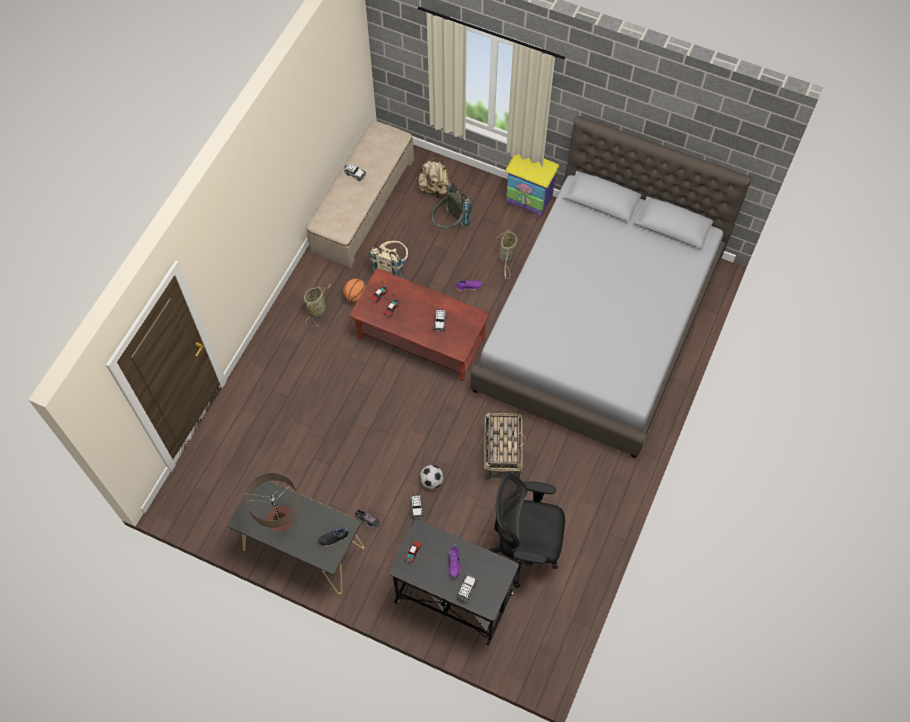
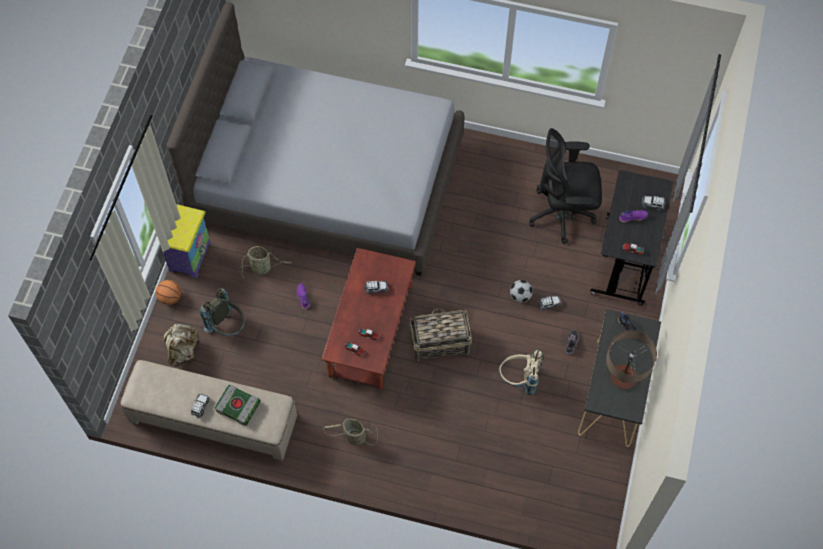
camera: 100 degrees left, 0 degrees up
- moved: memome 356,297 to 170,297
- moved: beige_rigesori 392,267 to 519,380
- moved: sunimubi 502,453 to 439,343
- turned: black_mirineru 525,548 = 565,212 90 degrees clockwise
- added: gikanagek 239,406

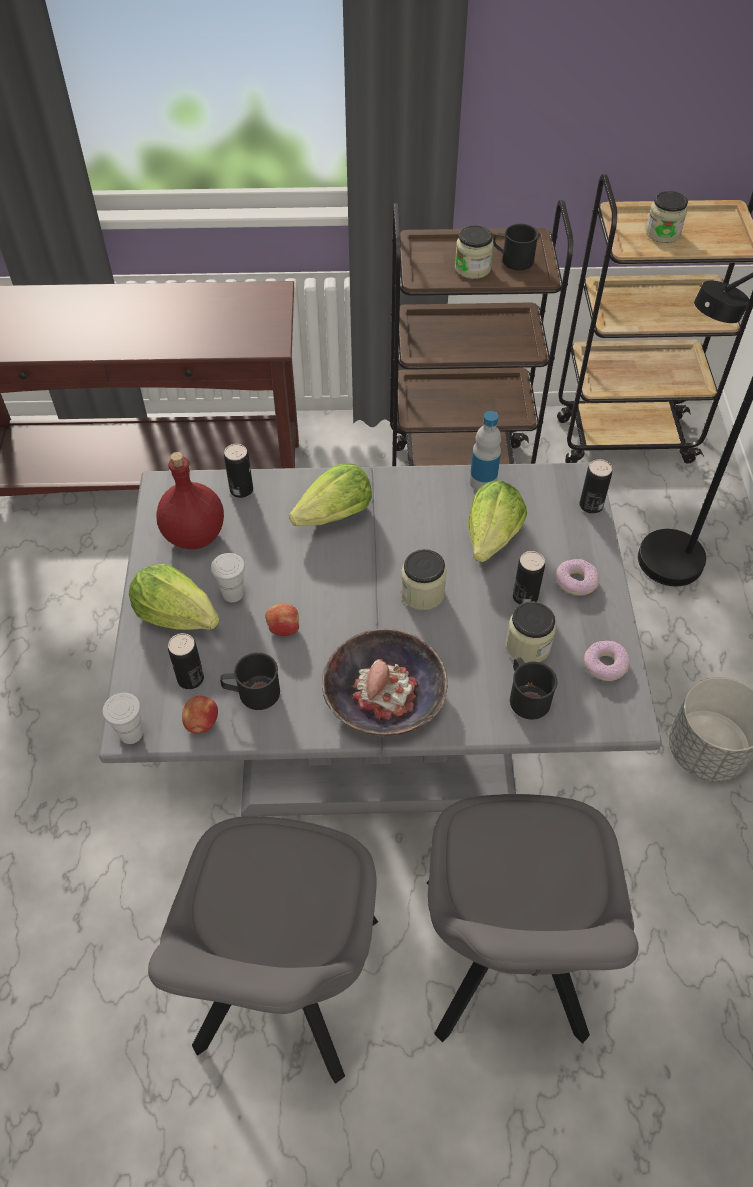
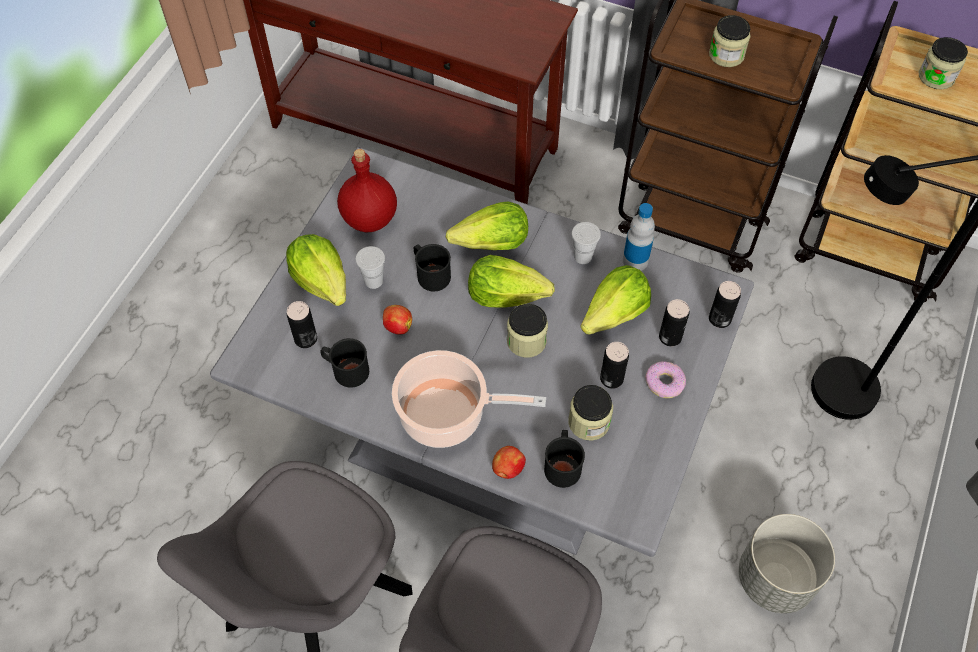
camera: 25 degrees right, 5 degrees up
- moved: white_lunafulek 131,734 to 583,256
- moved: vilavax 201,723 to 507,469
- moved: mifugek 241,490 to 670,337
- replaced: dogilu 385,695 to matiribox 448,415
- moved: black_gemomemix 512,259 to 430,274
- removed: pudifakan 605,665
- added: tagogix 506,294

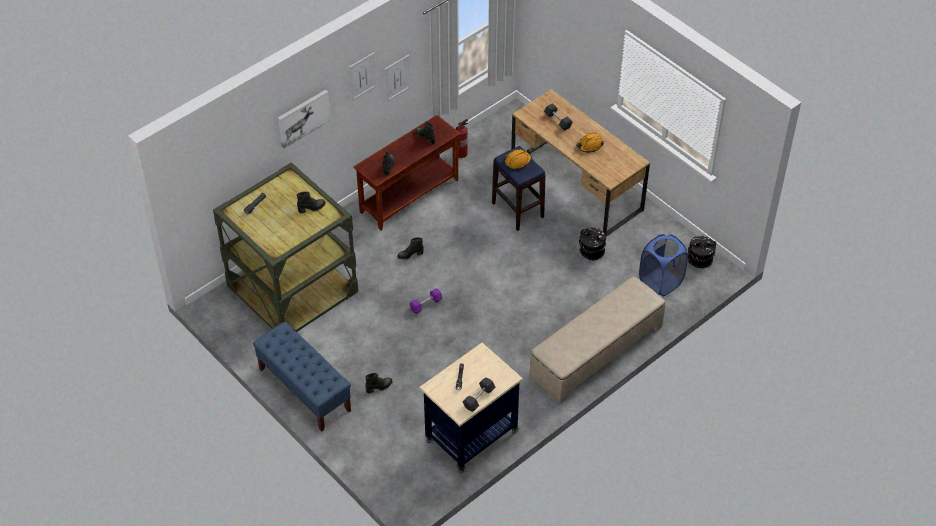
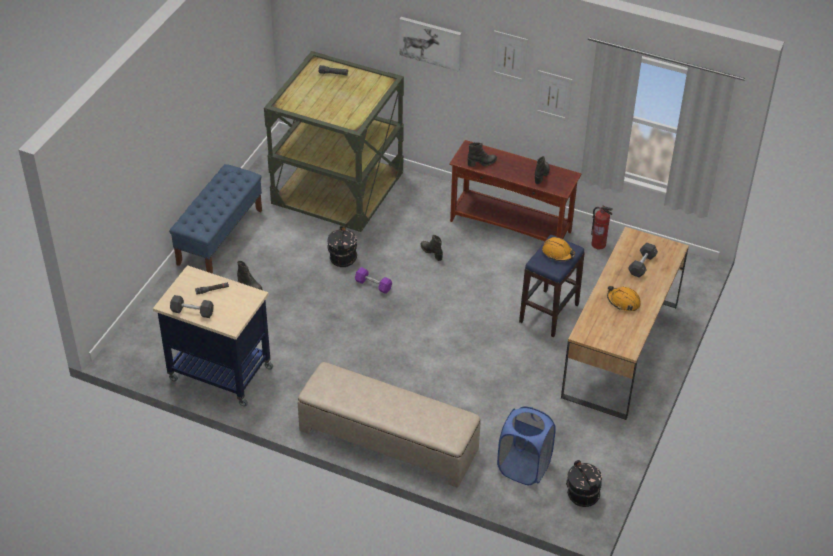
camera: 65 degrees right, 5 degrees down
- removed: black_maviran 312,208
- moved: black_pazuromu 591,252 to 342,258

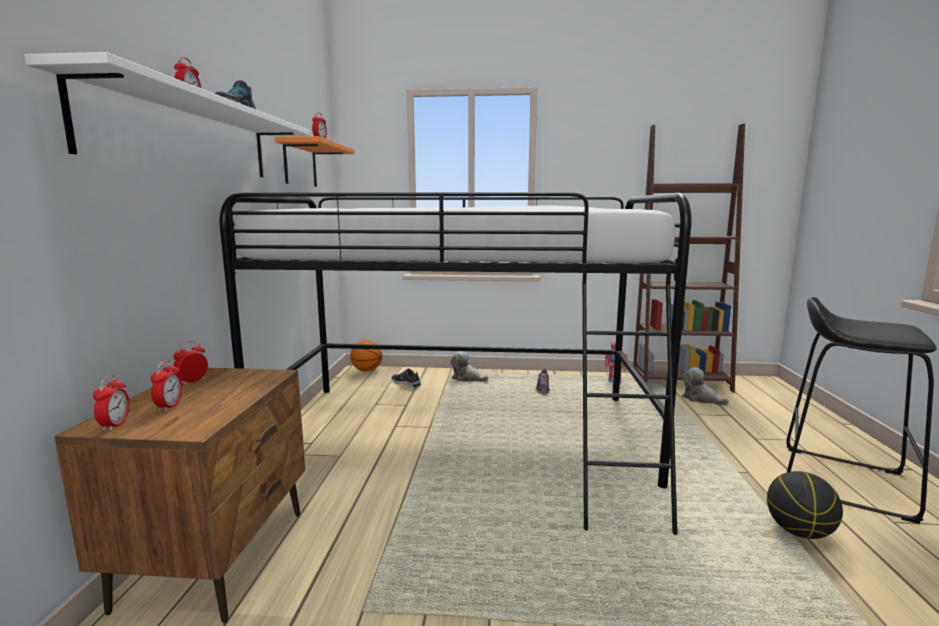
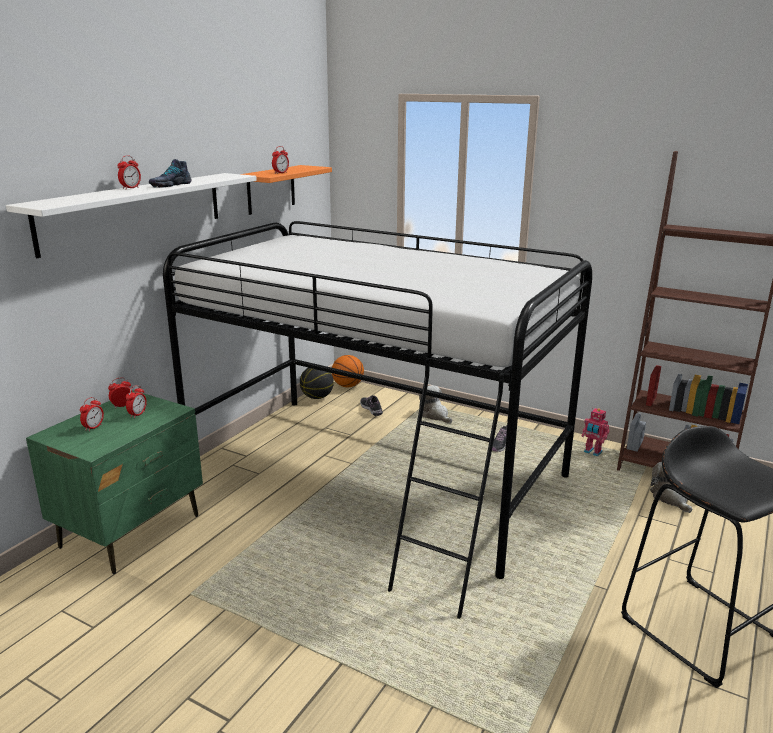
camera: 25 degrees right, 10 degrees up
- recoloured: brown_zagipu 218,557 to green_zagipu 132,531
- moved: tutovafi 115,425 to 137,414
- moved: memome 799,532 to 317,397

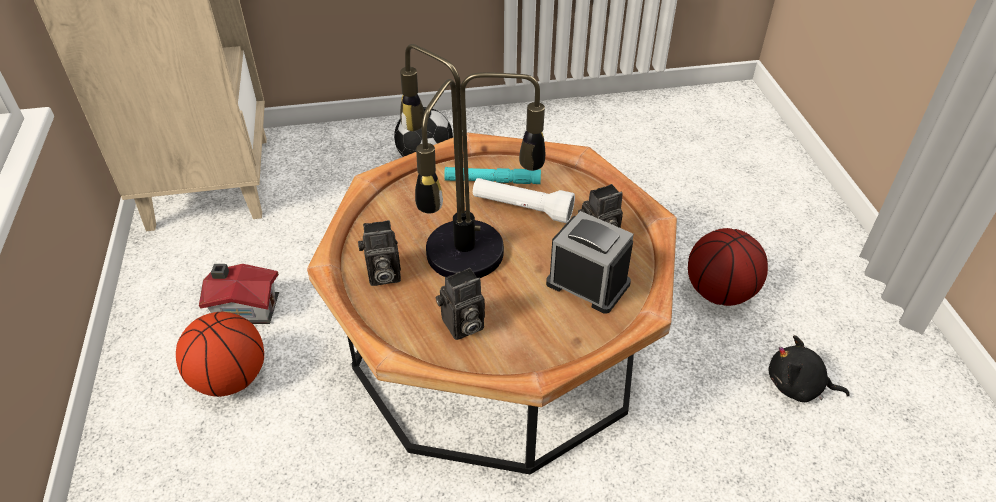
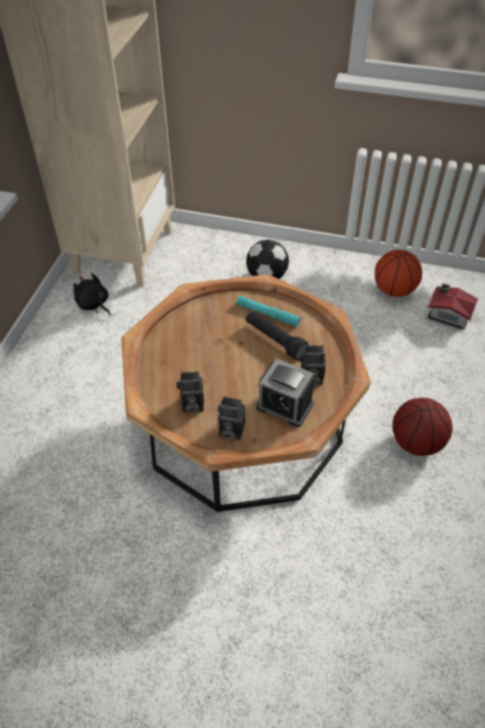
camera: 25 degrees right, 5 degrees up
- moved: memome 230,379 to 394,290
- moved: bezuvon 245,307 to 448,315
- moved: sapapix 382,275 to 230,430
- removed: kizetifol 463,253
- recoloured: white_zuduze 522,209 to black_zuduze 274,340
- turned: tutovafi 588,283 = 284,405 150 degrees clockwise
- moved: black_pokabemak 798,386 to 94,304

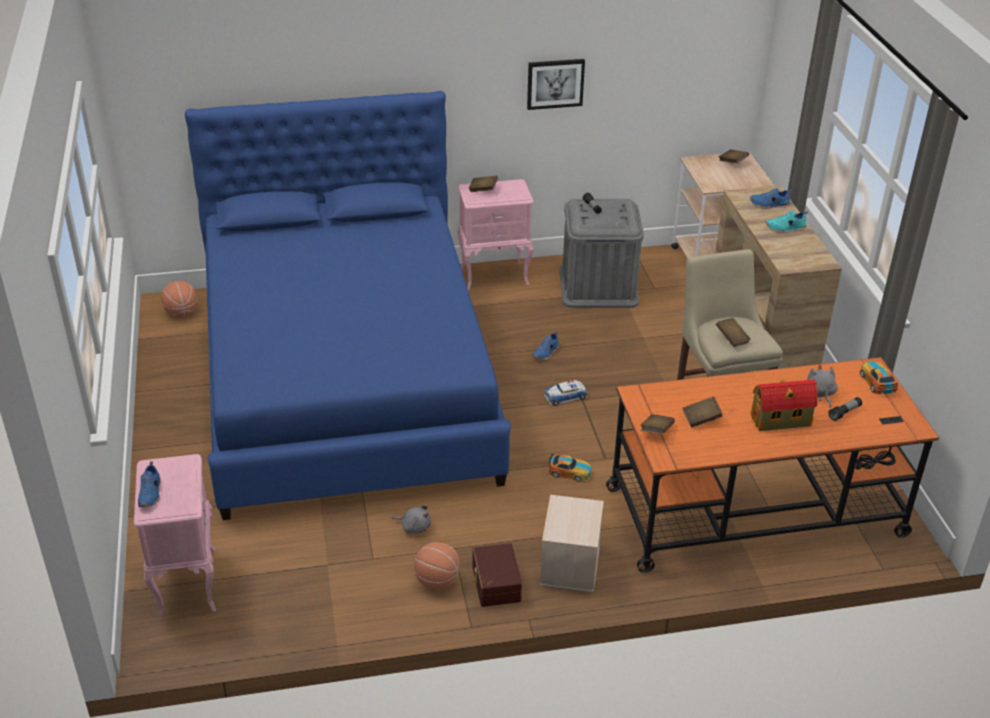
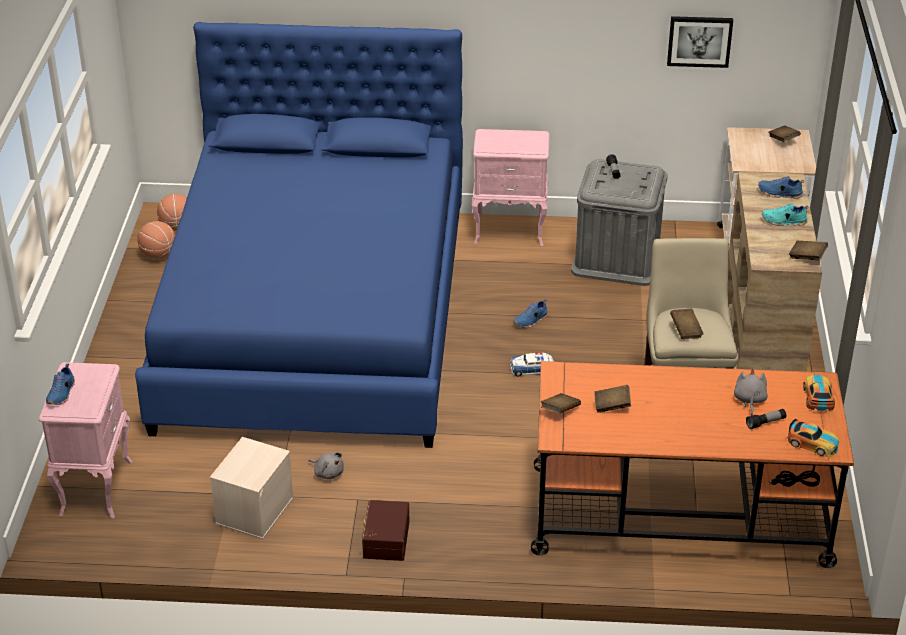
camera: 15 degrees right, 0 degrees up
- moved: memome 437,580 to 158,255
- moved: brown_gikanagek 483,190 to 807,257
- moved: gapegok 555,83 to 699,41
- moved: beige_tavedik 569,564 to 254,510
- moved: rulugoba 569,472 to 812,443
- removed: bezuvon 782,420

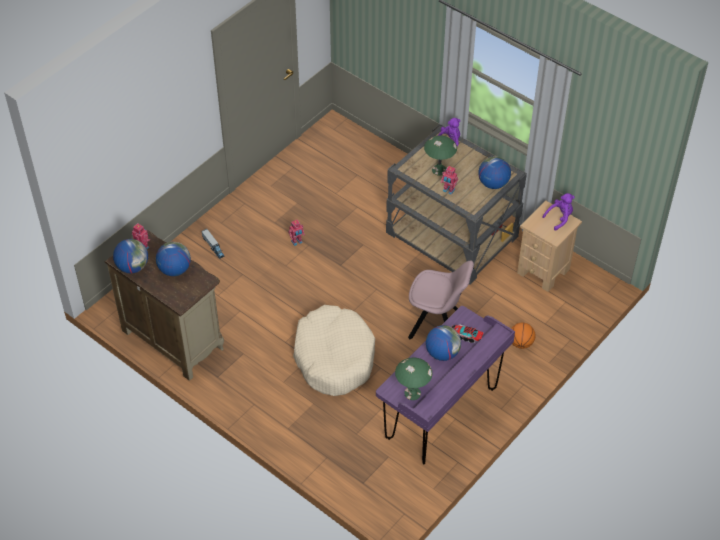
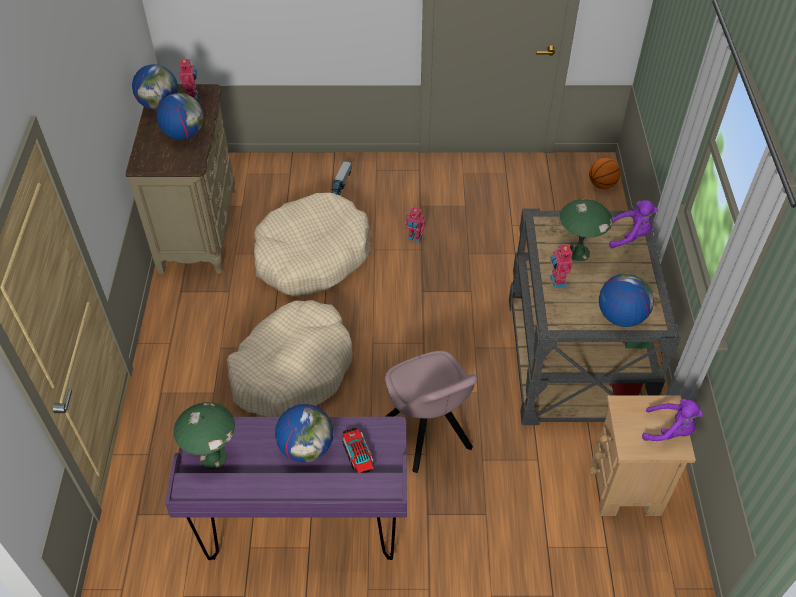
camera: 50 degrees right, 0 degrees up
- moved: memome 521,343 to 602,184
- added: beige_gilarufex 312,256

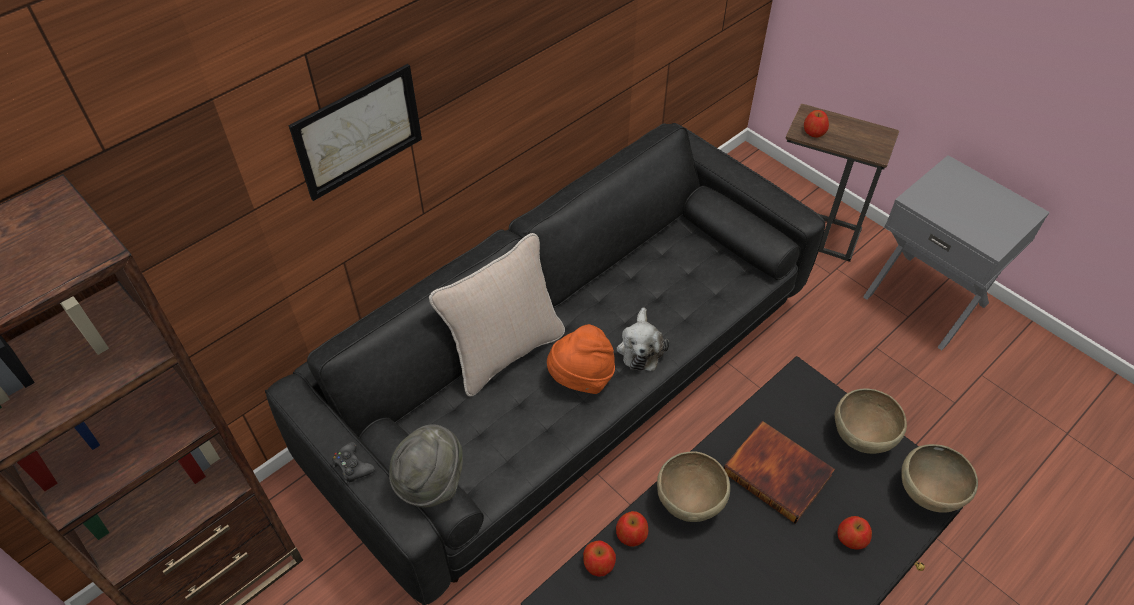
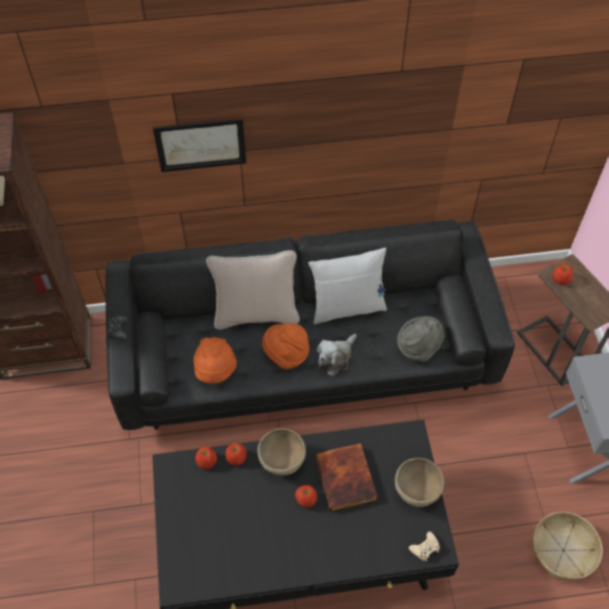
camera: 35 degrees right, 5 degrees up
- moved: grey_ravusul 430,481 to 418,347
- moved: vilavax 851,538 to 306,499
- replaced: brown_dogilu 928,494 to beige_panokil 425,548
- added: orange_ravusul 215,372
- added: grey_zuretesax 347,308
- added: sunimubi 563,550

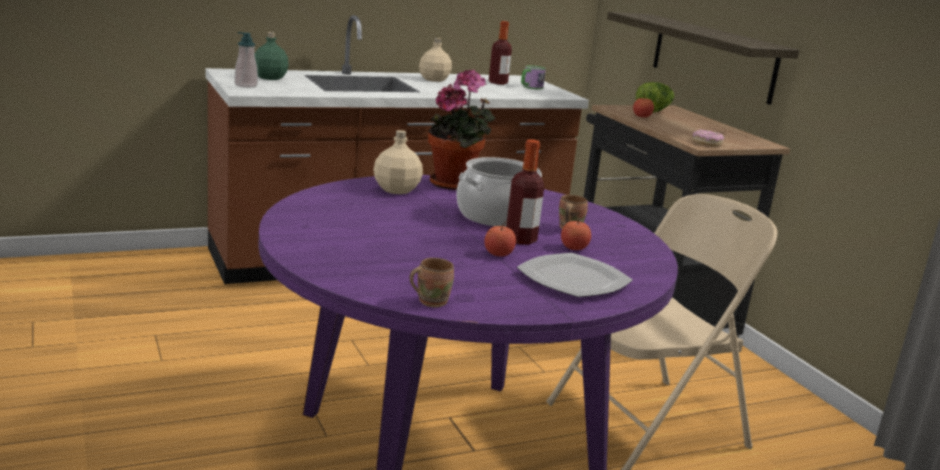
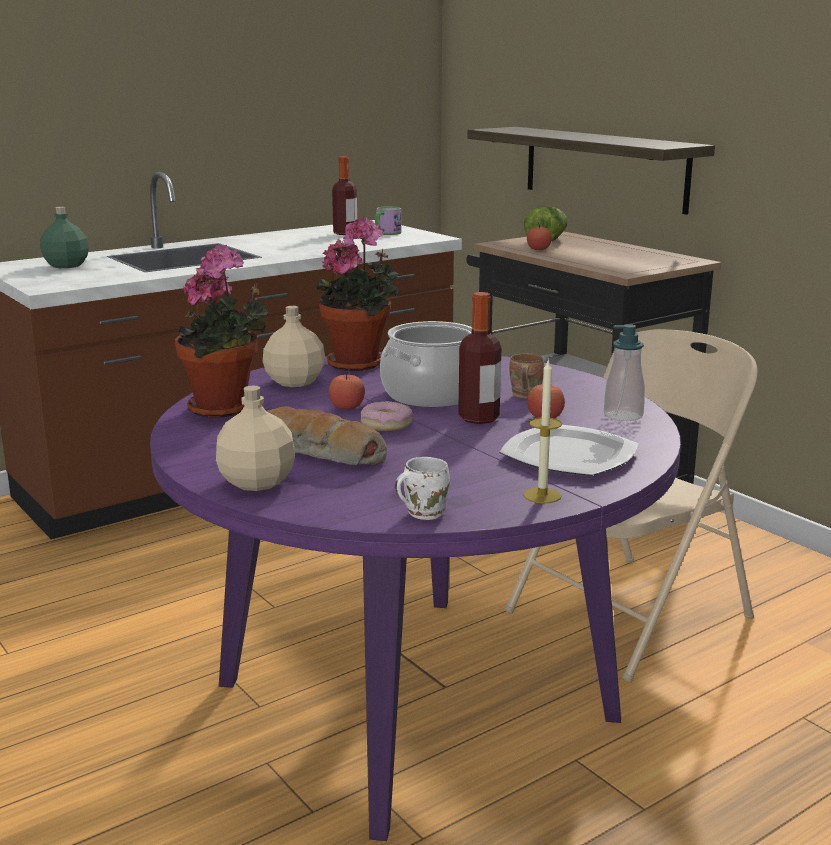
camera: 10 degrees left, 0 degrees up
- moved: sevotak 246,85 to 623,415
- recoloured: brown_gemomemix 430,301 to white_gemomemix 422,513
- moved: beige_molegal 434,80 to 256,482
- moved: vilavax 498,254 to 347,407
- moved: pudifakan 707,143 to 386,424
- added: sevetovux 225,409
- added: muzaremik 318,453
- added: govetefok 542,495

